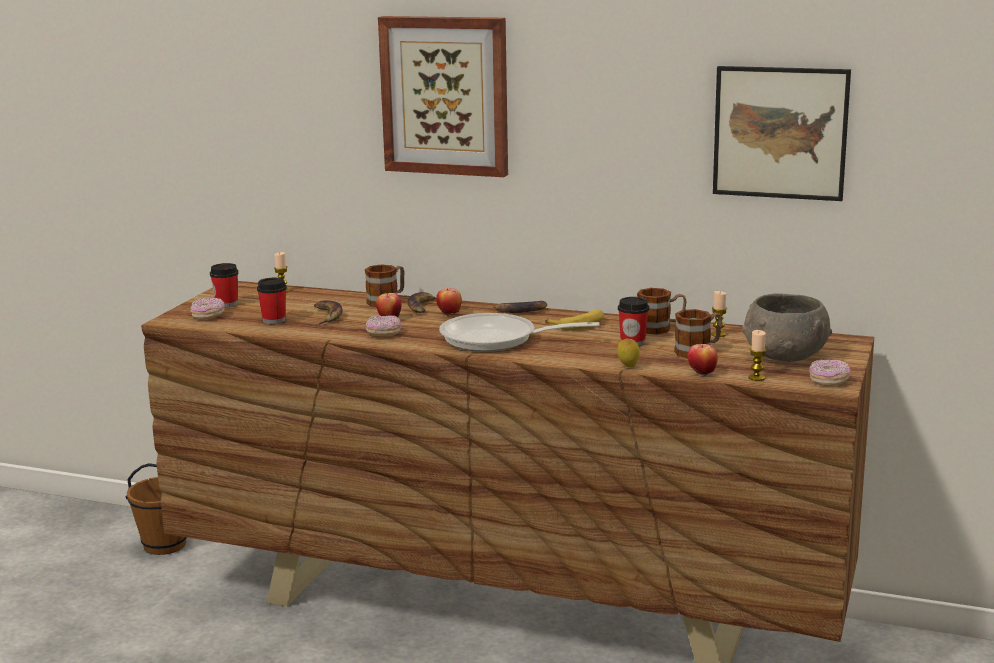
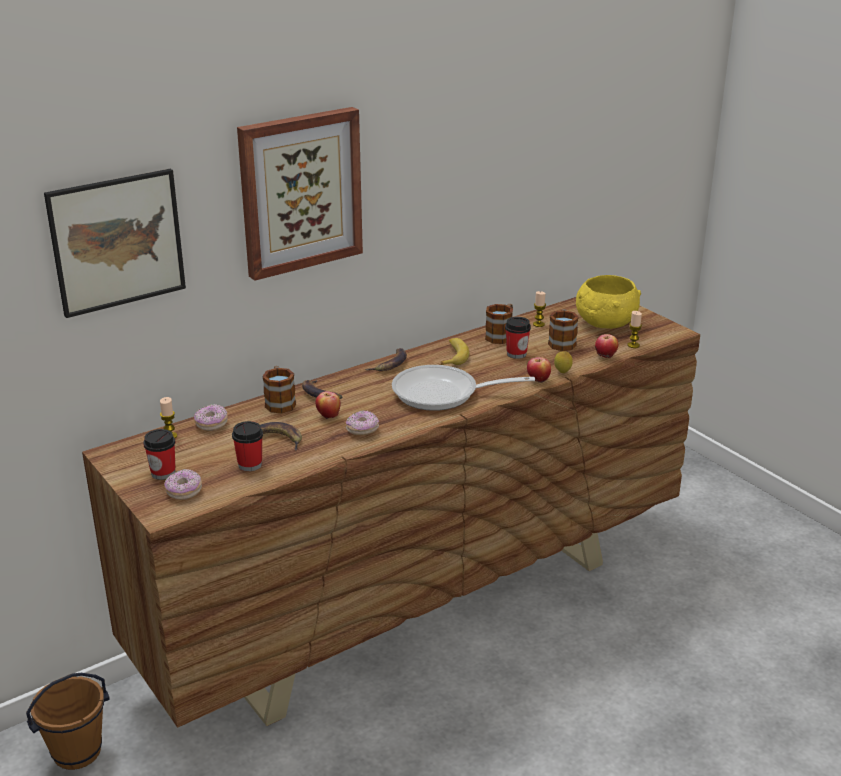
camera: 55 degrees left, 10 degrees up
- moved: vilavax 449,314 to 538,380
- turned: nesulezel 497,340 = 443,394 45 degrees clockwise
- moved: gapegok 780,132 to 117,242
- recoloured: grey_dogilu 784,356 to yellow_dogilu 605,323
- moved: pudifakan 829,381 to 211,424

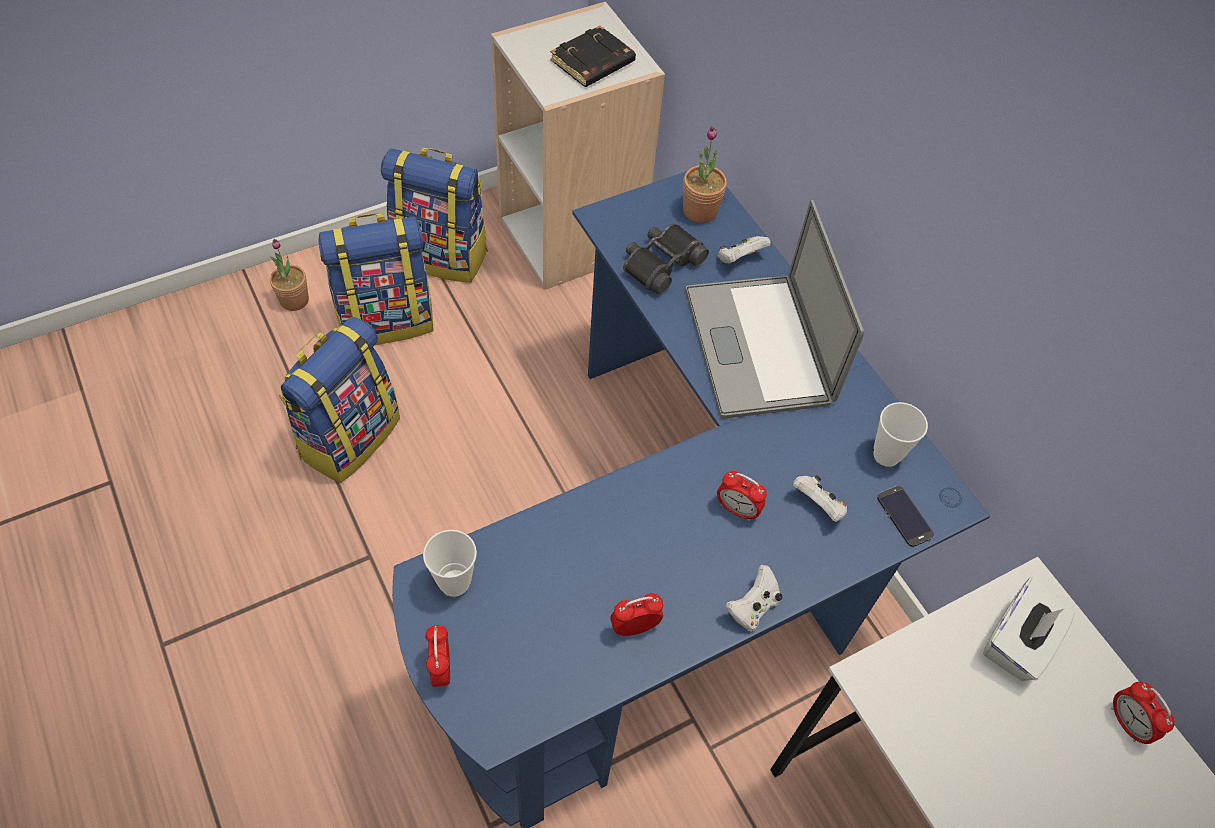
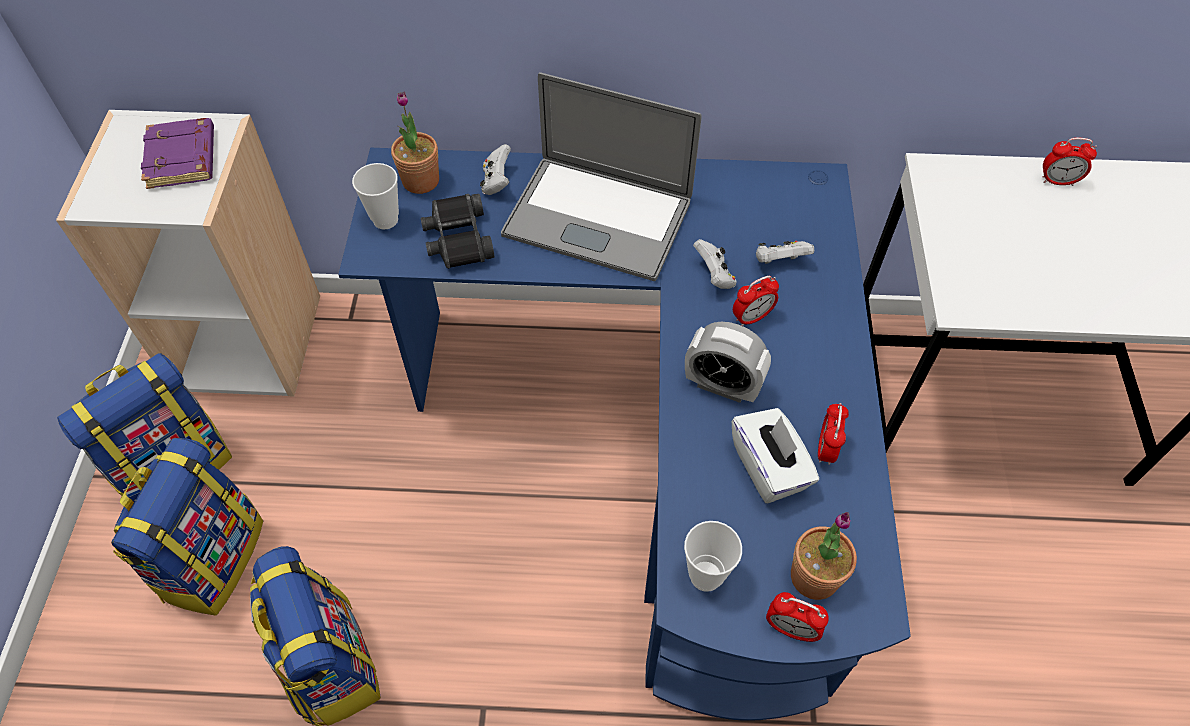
camera: 55 degrees left, 0 degrees up
- moved: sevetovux 294,300 to 814,577
- recoloured: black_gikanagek 592,63 to purple_gikanagek 183,159
- moved: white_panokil 752,607 to 714,276
- moved: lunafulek 886,455 to 385,220
- removed: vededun 904,516
- moved: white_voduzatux 1018,643 to 769,468
- added: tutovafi 722,385

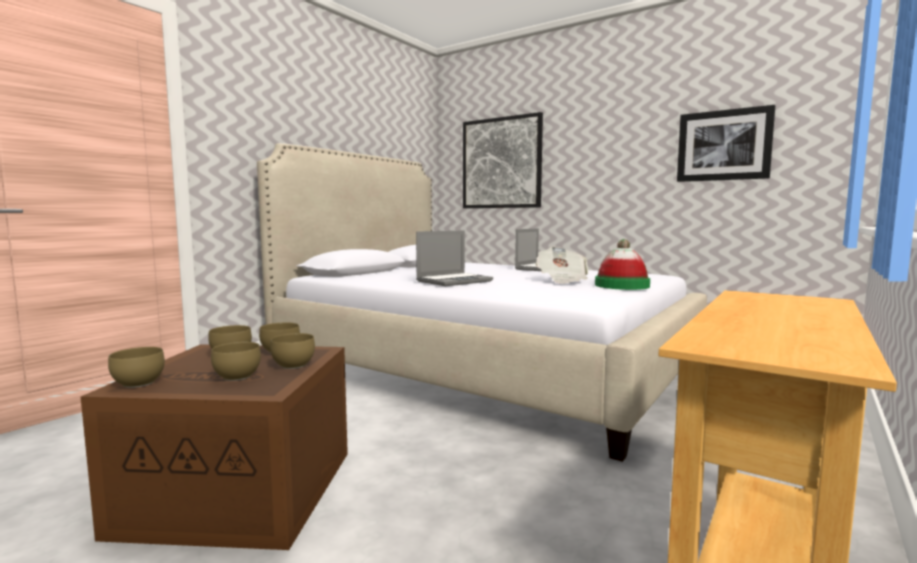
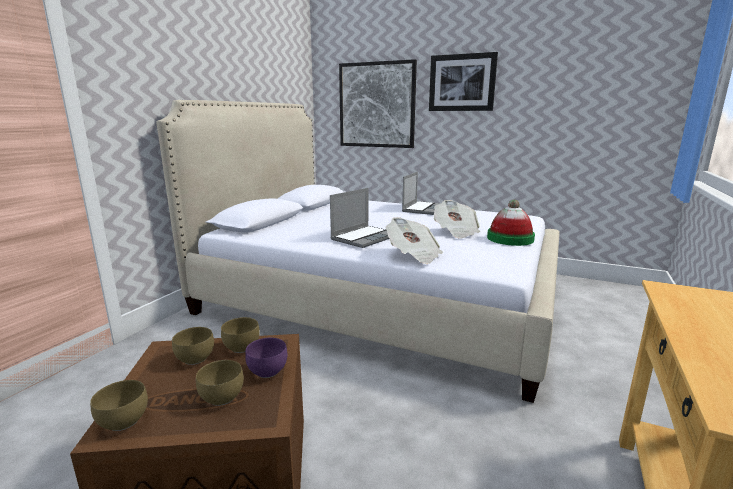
camera: 10 degrees left, 10 degrees up
- recoloured: brown_dogilu 292,366 to purple_dogilu 267,372
- moved: gapegok 723,145 to 462,83
- added: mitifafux 413,255

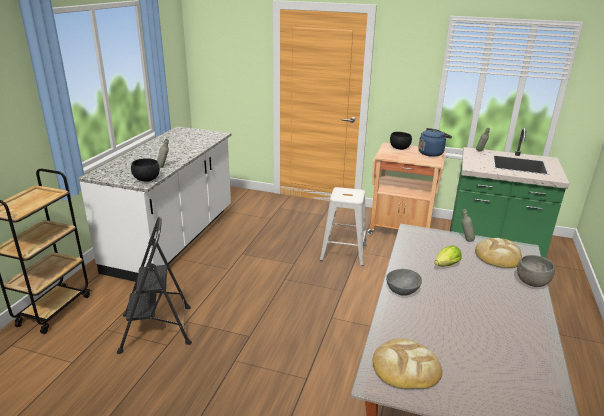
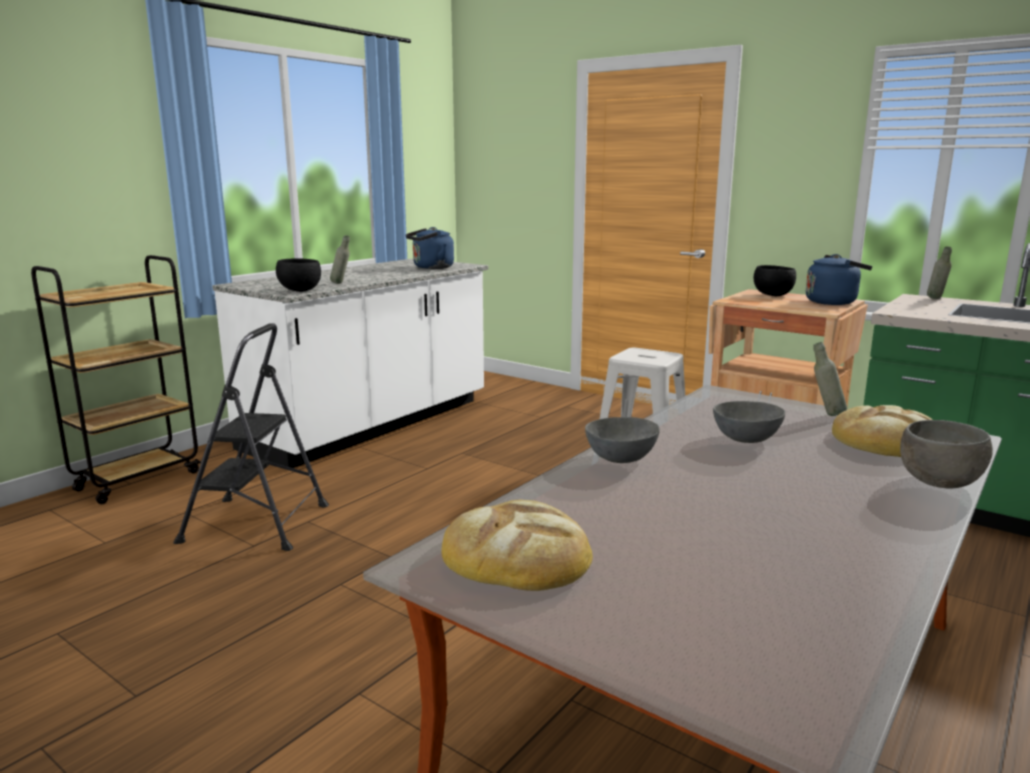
camera: 20 degrees right, 10 degrees down
- replaced: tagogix 445,266 to grey_dogilu 747,440
- added: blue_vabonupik 431,268

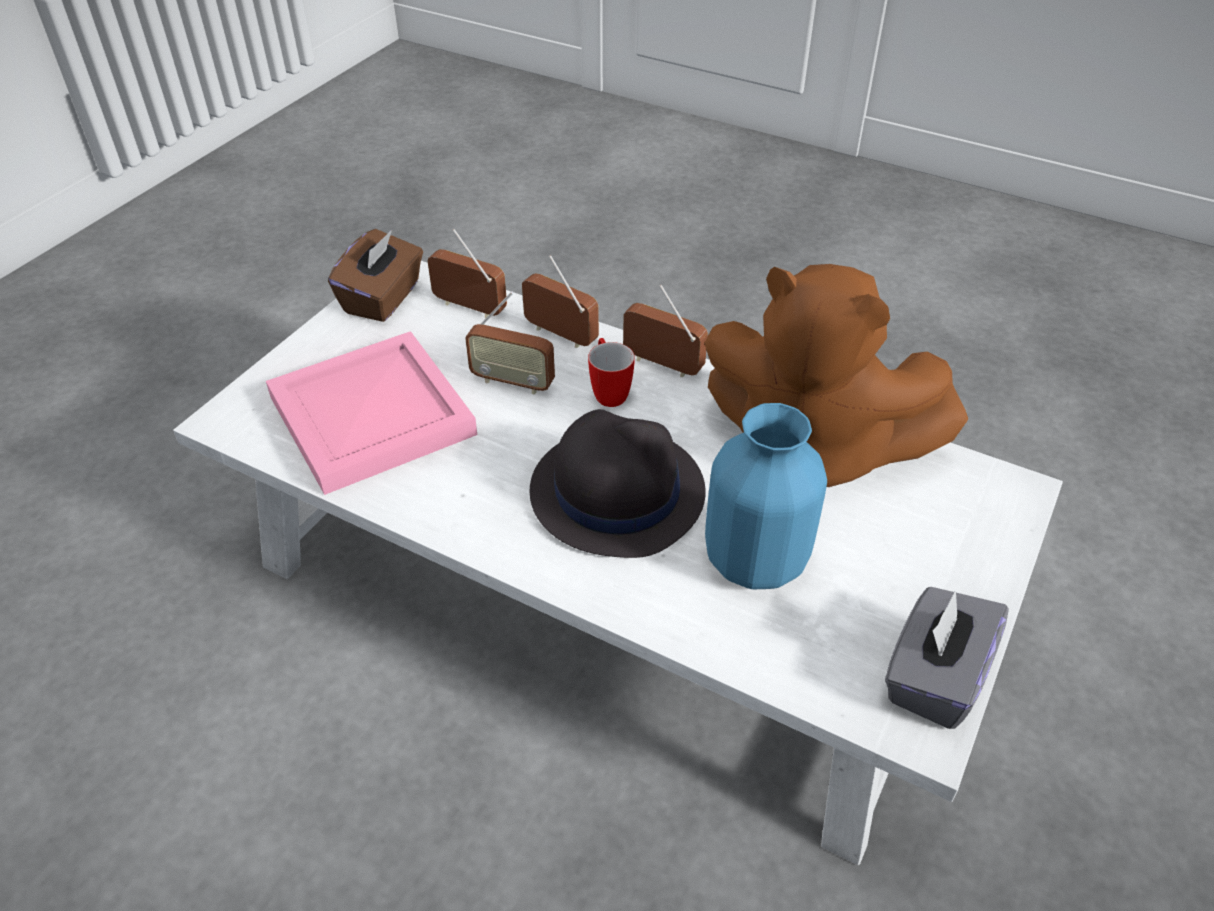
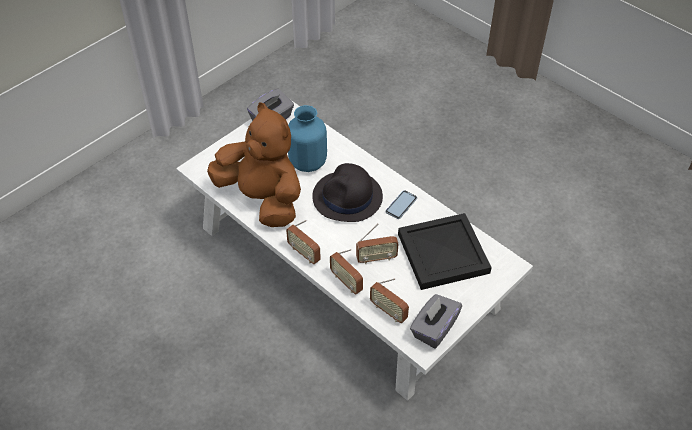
camera: 165 degrees left, 5 degrees up
- recoloured: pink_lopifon 375,416 to black_lopifon 441,253
- recoloured: brown_voduzatux 383,298 to grey_voduzatux 434,329
- turned: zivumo 513,382 = 376,258 135 degrees clockwise
- removed: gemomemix 608,391
- added: vededun 401,205

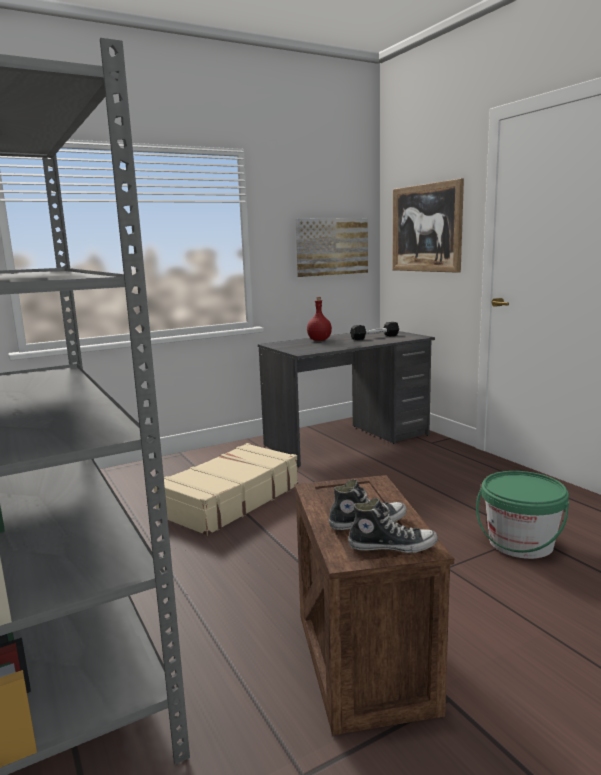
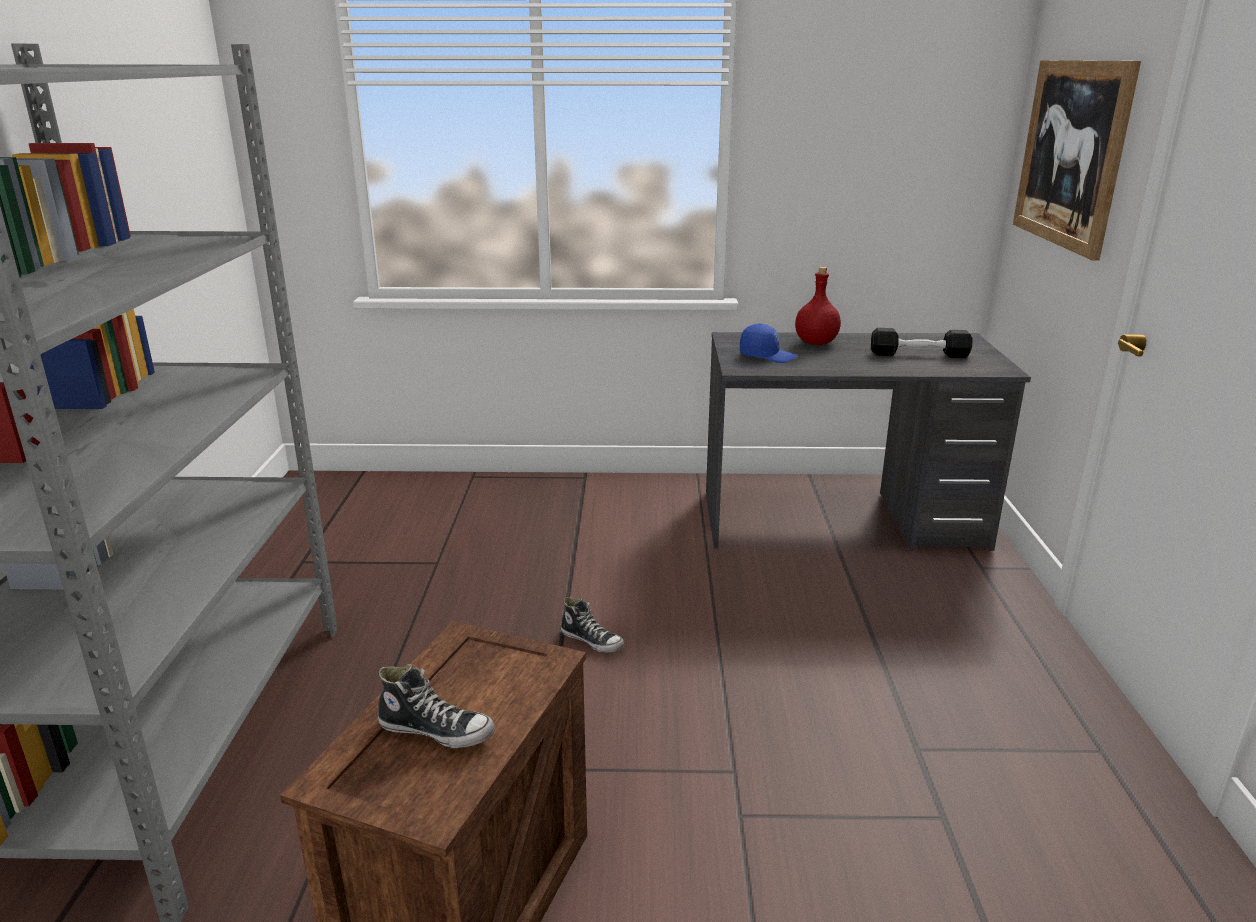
camera: 30 degrees right, 10 degrees up
- removed: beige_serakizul 229,500
- removed: gapegok 331,247
- moved: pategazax 392,546 to 592,641
- removed: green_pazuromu 520,543
- added: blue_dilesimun 767,356

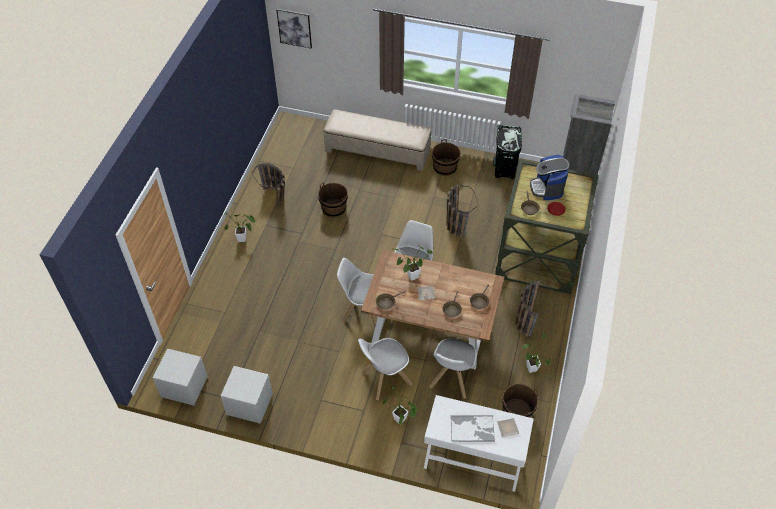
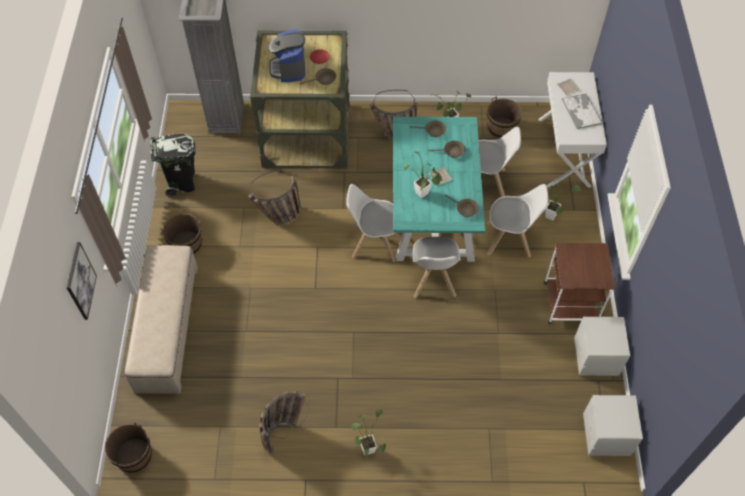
camera: 105 degrees left, 5 degrees up
- moved: gapegok 294,28 to 80,281
- moved: brown_pazuromu 333,208 to 134,456
- turned: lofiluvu 384,378 = 510,239 45 degrees counterclockwise
- recoloured: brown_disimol 430,328 to turquoise_disimol 433,212
- turned: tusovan 547,188 = 288,68 105 degrees clockwise
- added: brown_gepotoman 570,304

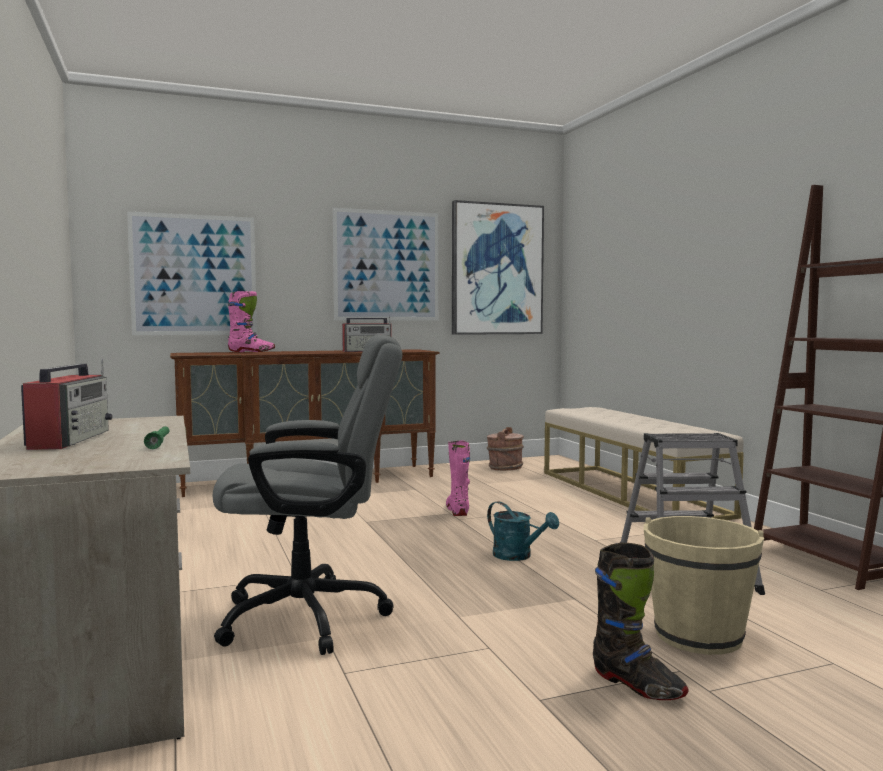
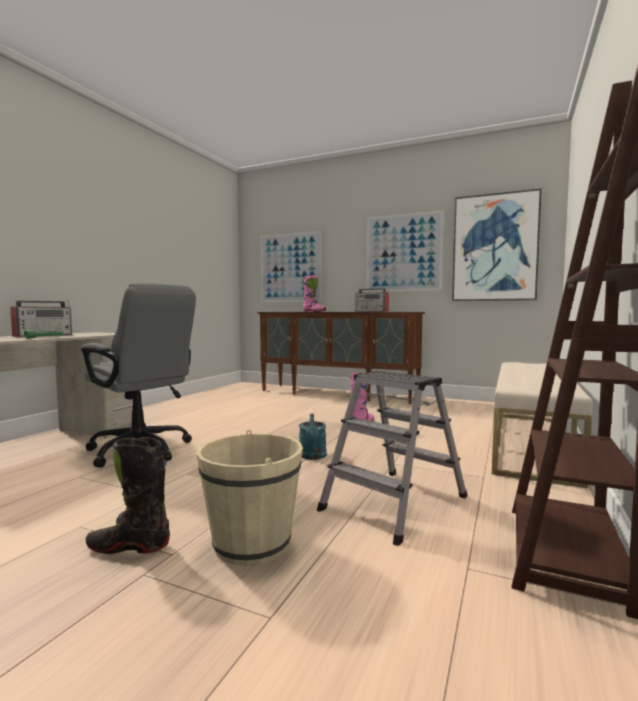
camera: 45 degrees right, 0 degrees up
- removed: brown_pazuromu 504,468
- turned: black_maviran 637,685 = 129,547 90 degrees clockwise

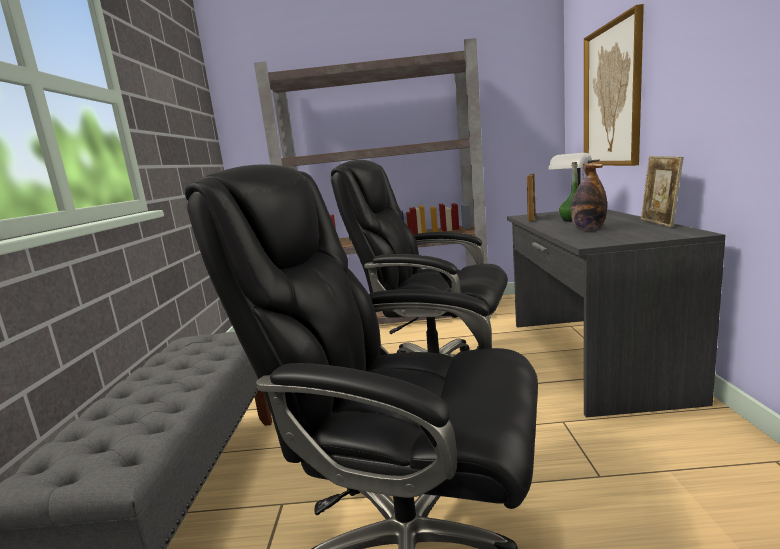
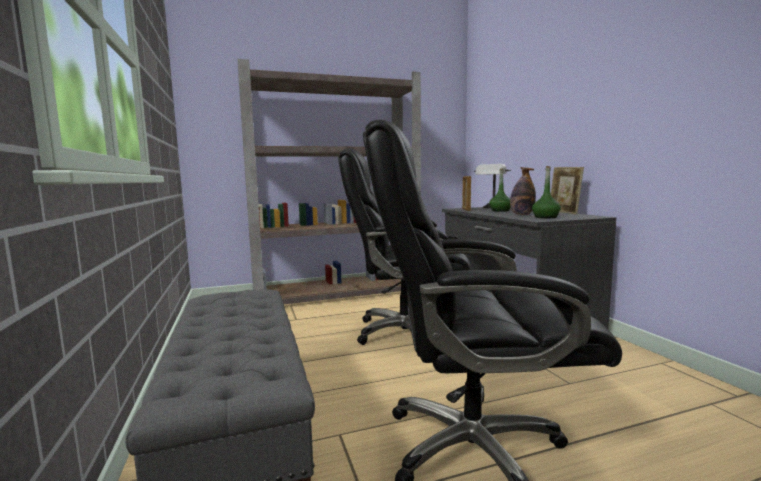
camera: 20 degrees left, 5 degrees down
- removed: gapegok 612,96
- added: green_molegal 545,217

